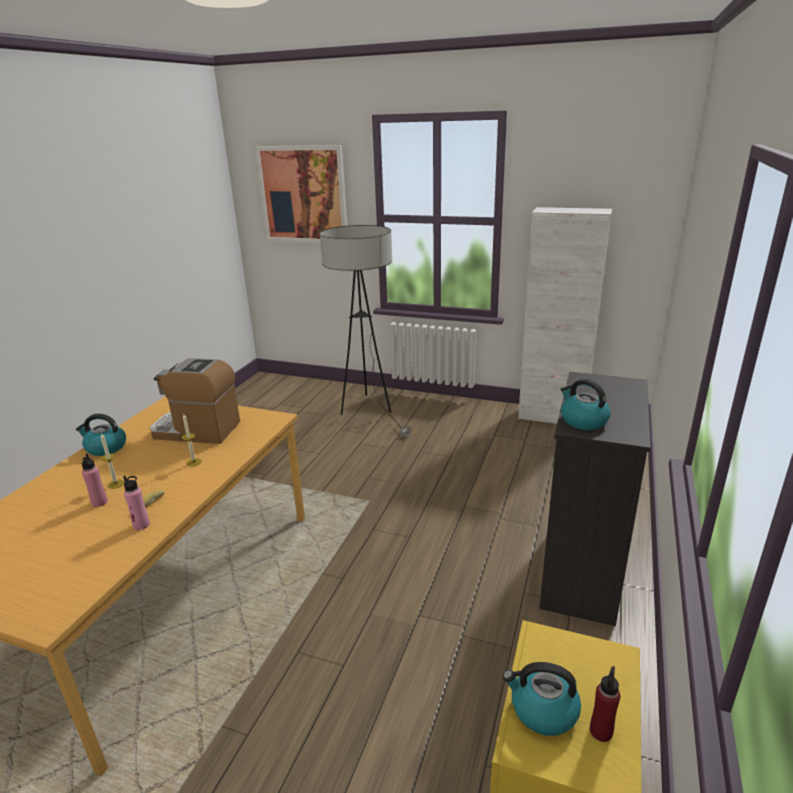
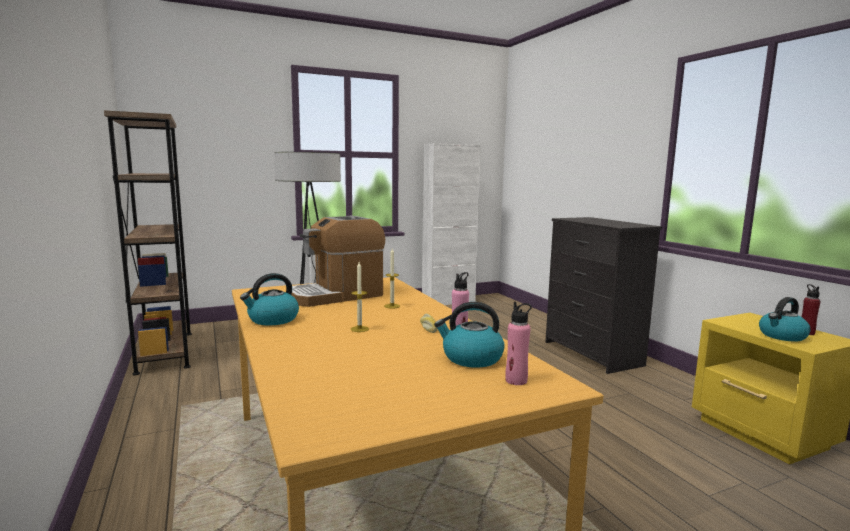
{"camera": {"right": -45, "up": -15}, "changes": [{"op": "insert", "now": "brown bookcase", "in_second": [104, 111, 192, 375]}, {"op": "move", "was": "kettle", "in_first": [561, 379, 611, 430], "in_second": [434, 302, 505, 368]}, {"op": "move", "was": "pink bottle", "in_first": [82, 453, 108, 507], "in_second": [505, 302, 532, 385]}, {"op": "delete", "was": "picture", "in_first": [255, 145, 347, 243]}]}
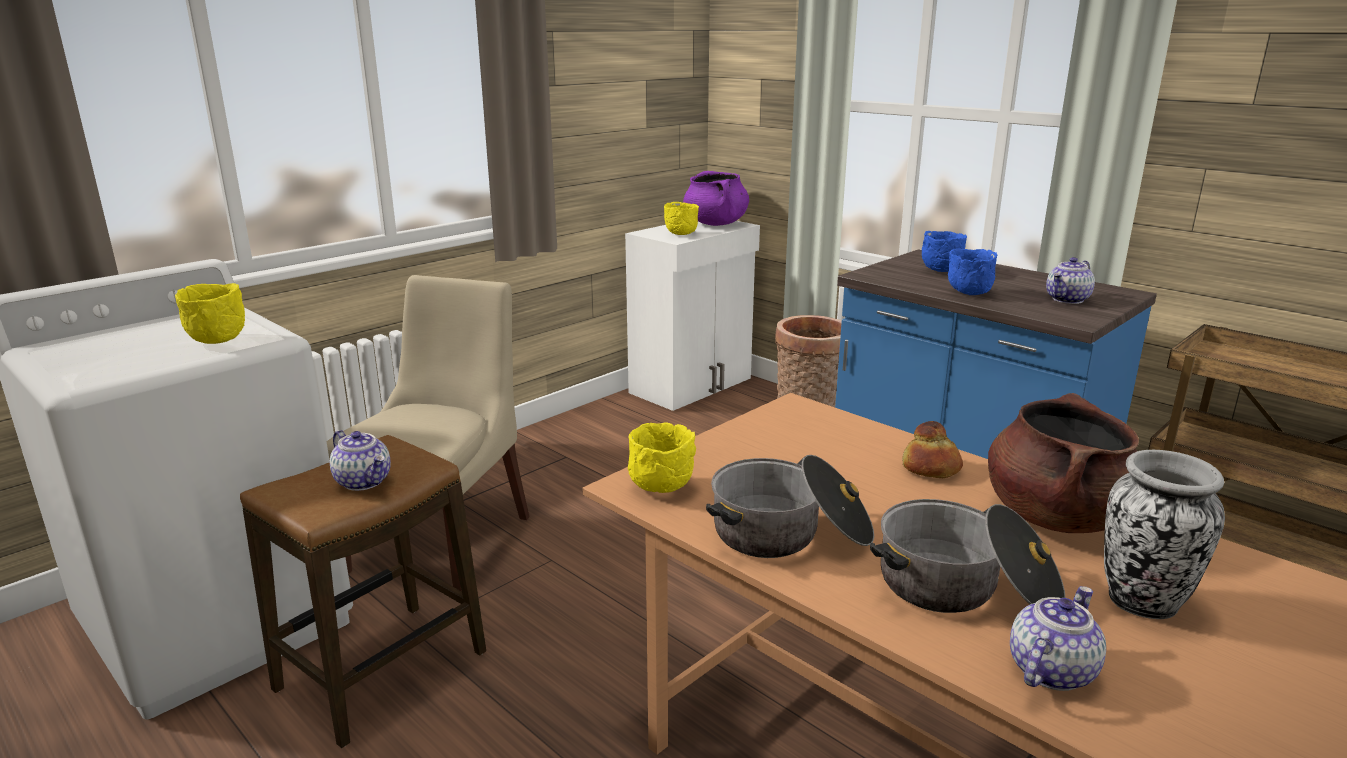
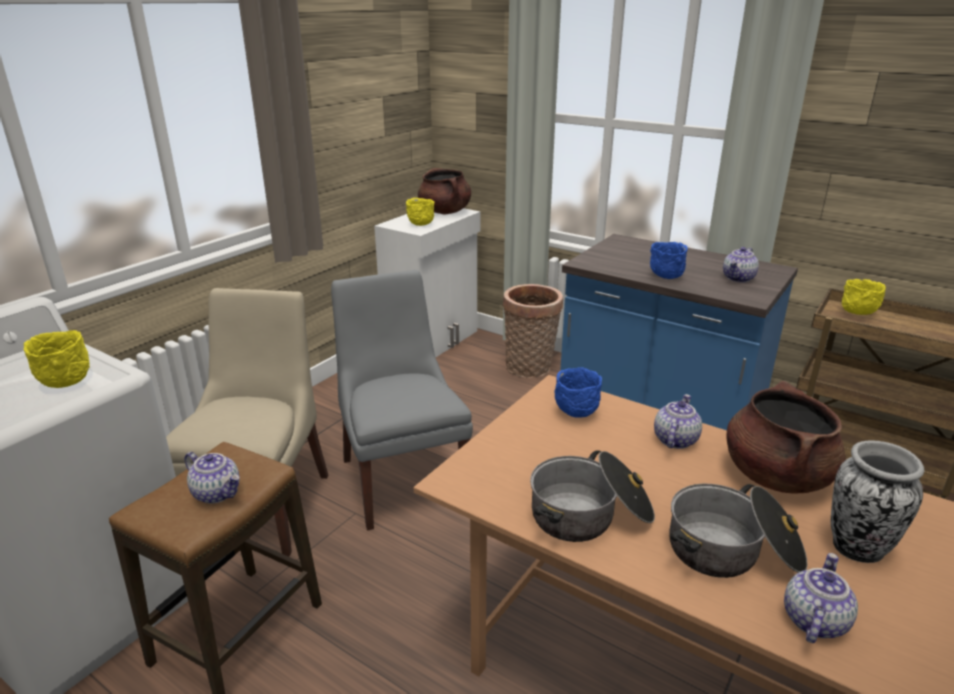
{"camera": {"right": -10, "up": 5}, "changes": [{"op": "insert", "now": "grey chair", "in_second": [331, 270, 473, 531]}, {"op": "recolor", "was": "purple cooking pot", "now": "brown cooking pot", "in_first": [683, 171, 749, 226], "in_second": [418, 168, 471, 214]}, {"op": "move", "was": "blue bowl", "in_first": [922, 231, 967, 272], "in_second": [555, 367, 602, 418]}, {"op": "replace", "was": "bread", "now": "teapot", "in_first": [902, 421, 963, 478], "in_second": [654, 394, 702, 449]}, {"op": "move", "was": "yellow bowl", "in_first": [628, 422, 696, 493], "in_second": [842, 279, 886, 315]}]}
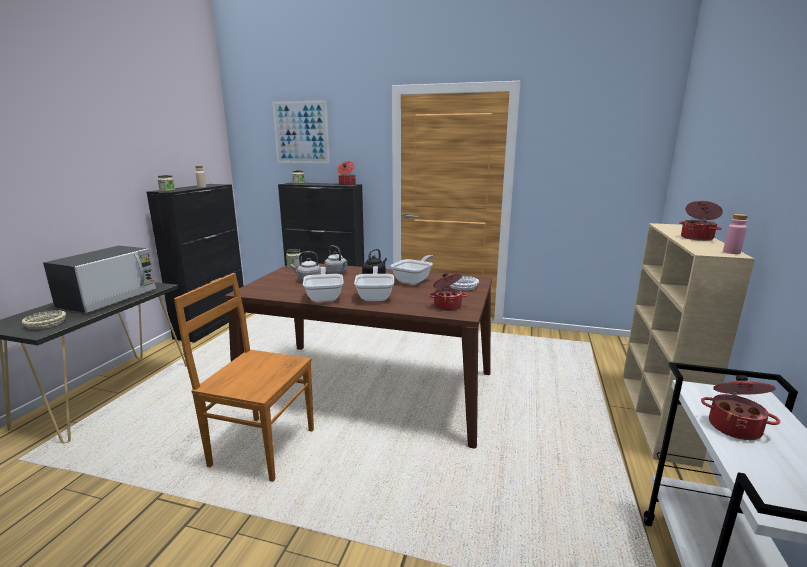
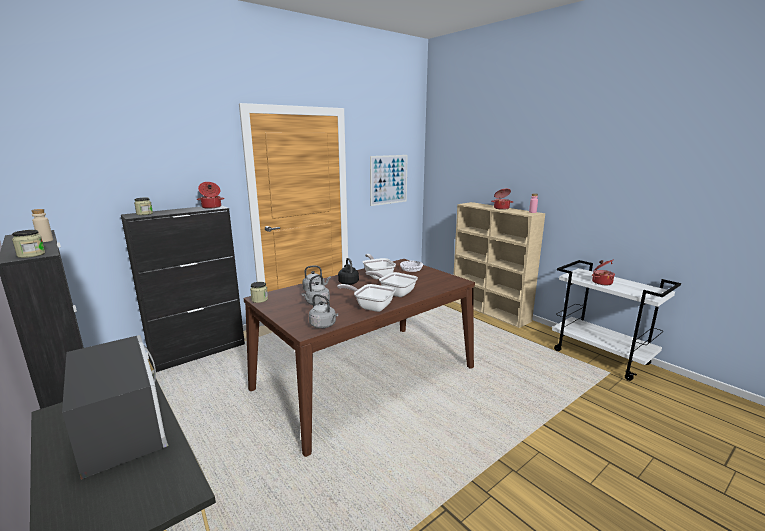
{"camera": {"right": -55, "up": 0}, "changes": [{"op": "insert", "now": "grey kettle", "in_second": [309, 294, 338, 328]}, {"op": "move", "was": "picture", "in_first": [272, 100, 330, 163], "in_second": [370, 155, 408, 206]}, {"op": "delete", "was": "beige bowl", "in_first": [21, 310, 66, 330]}, {"op": "delete", "was": "brown chair", "in_first": [174, 273, 314, 482]}, {"op": "delete", "was": "cooking pot", "in_first": [428, 273, 467, 311]}]}
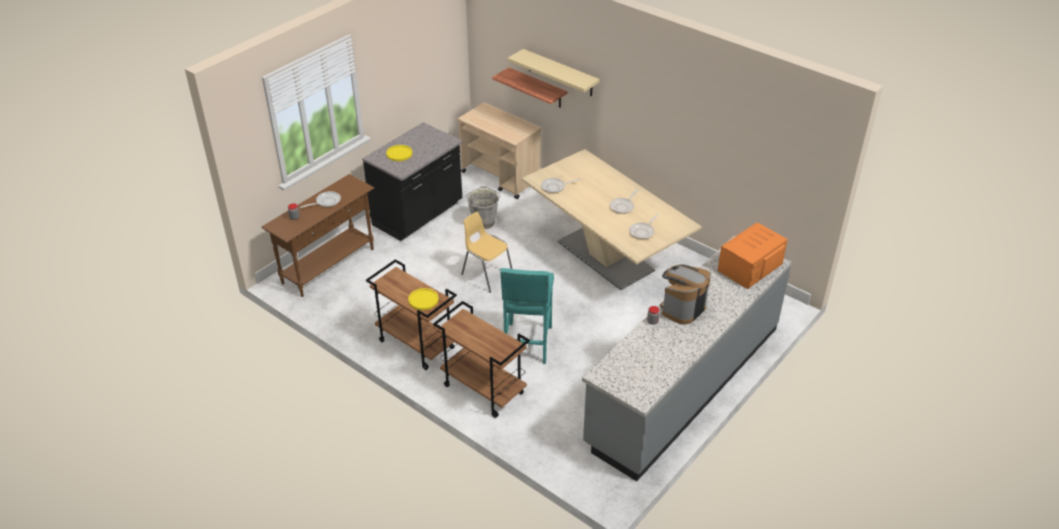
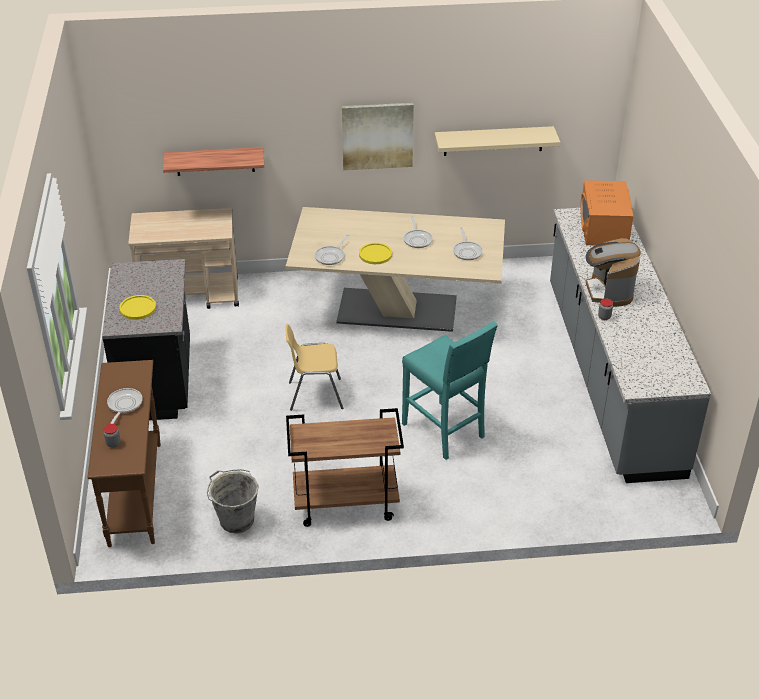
{"camera": {"right": -45, "up": 0}, "changes": [{"op": "move", "was": "grey bucket", "in_first": [466, 186, 501, 229], "in_second": [207, 469, 259, 534]}, {"op": "insert", "now": "picture", "in_second": [342, 103, 414, 170]}, {"op": "move", "was": "yellow plate", "in_first": [408, 288, 439, 310], "in_second": [359, 243, 392, 264]}, {"op": "move", "was": "beige shelf", "in_first": [507, 49, 600, 96], "in_second": [435, 126, 560, 156]}, {"op": "delete", "was": "brown cart", "in_first": [433, 301, 530, 418]}]}
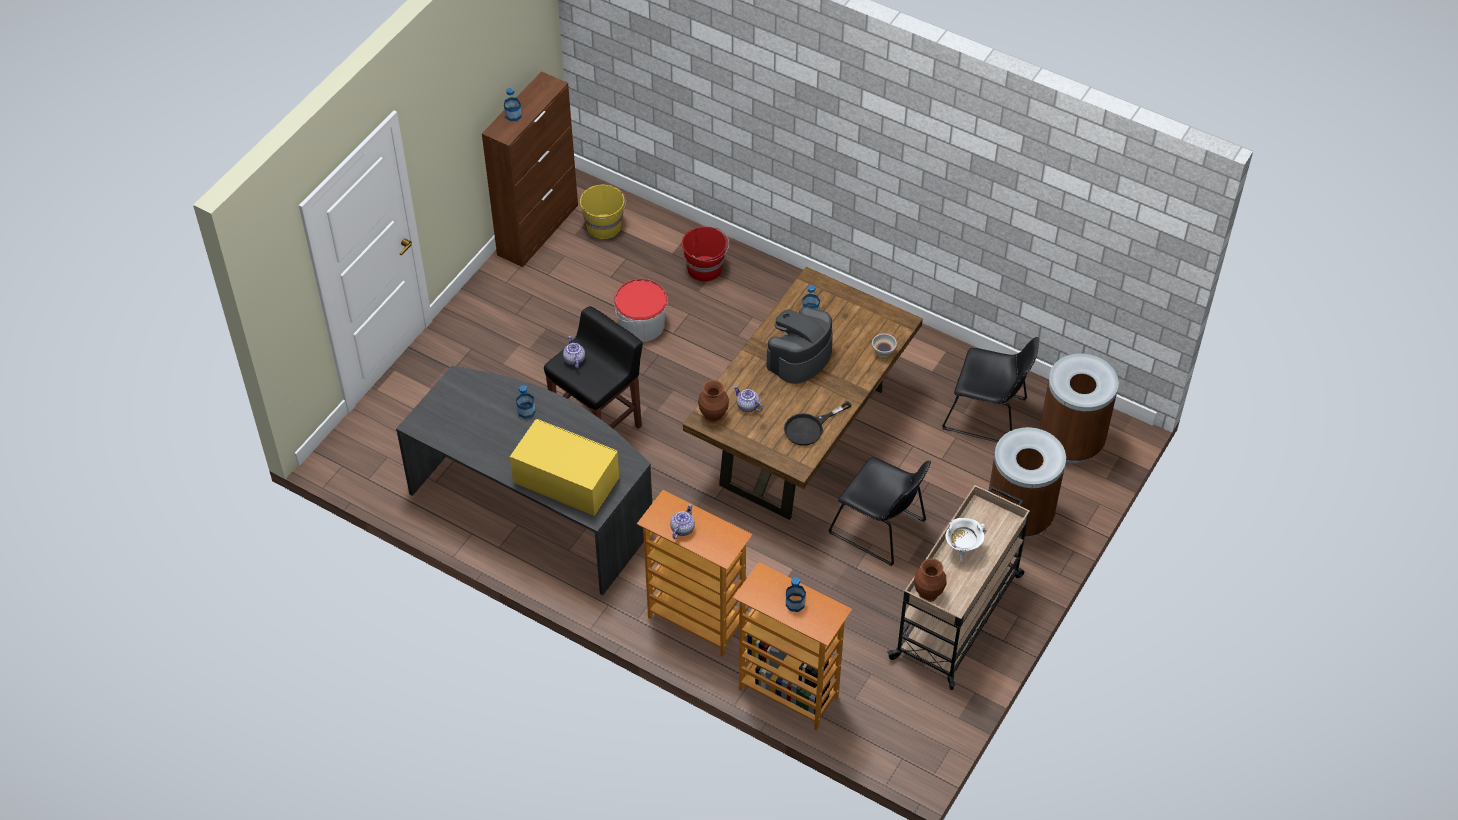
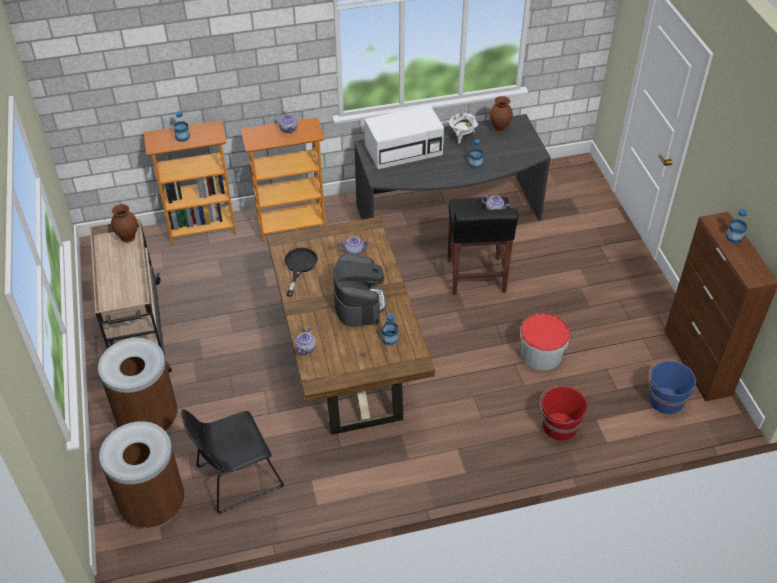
{"camera": {"right": 135, "up": -5}, "changes": [{"op": "replace", "was": "white bowl", "now": "teapot", "in_first": [872, 334, 897, 357], "in_second": [295, 327, 316, 355]}, {"op": "recolor", "was": "yellow microwave", "now": "white microwave", "in_first": [510, 419, 619, 516], "in_second": [364, 105, 444, 169]}, {"op": "move", "was": "white cooking pot", "in_first": [945, 518, 986, 562], "in_second": [449, 113, 478, 145]}, {"op": "move", "was": "brown vase", "in_first": [698, 380, 729, 423], "in_second": [490, 96, 513, 133]}, {"op": "recolor", "was": "yellow bucket", "now": "blue bucket", "in_first": [580, 185, 626, 239], "in_second": [649, 359, 696, 414]}, {"op": "delete", "was": "black chair", "in_first": [828, 457, 931, 566]}]}
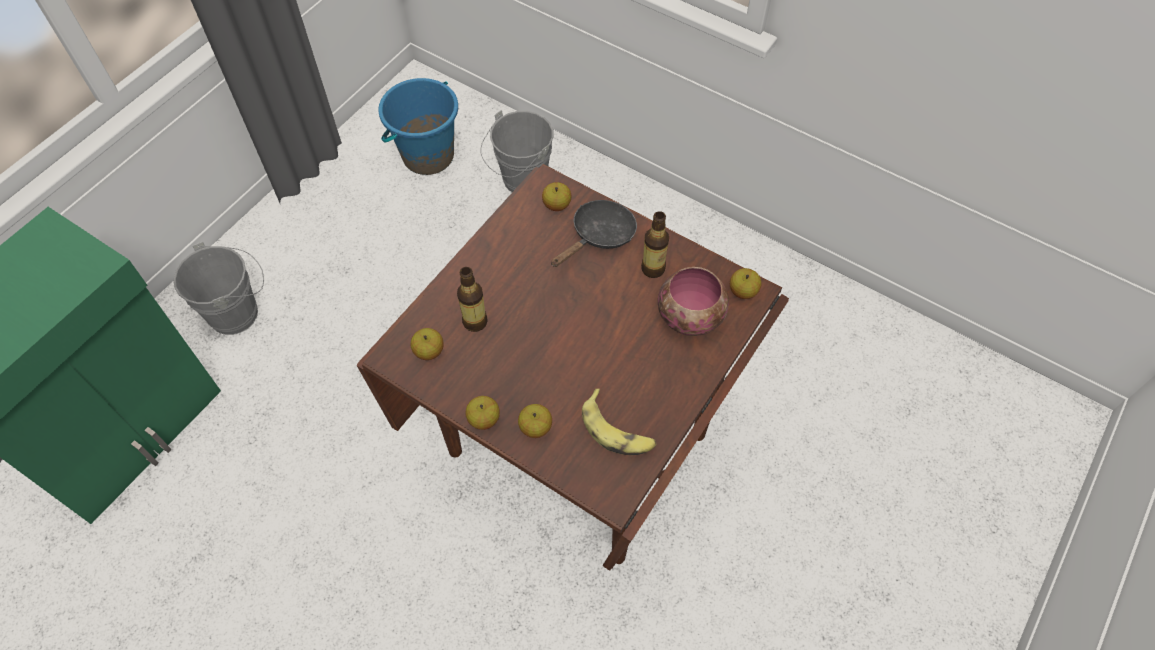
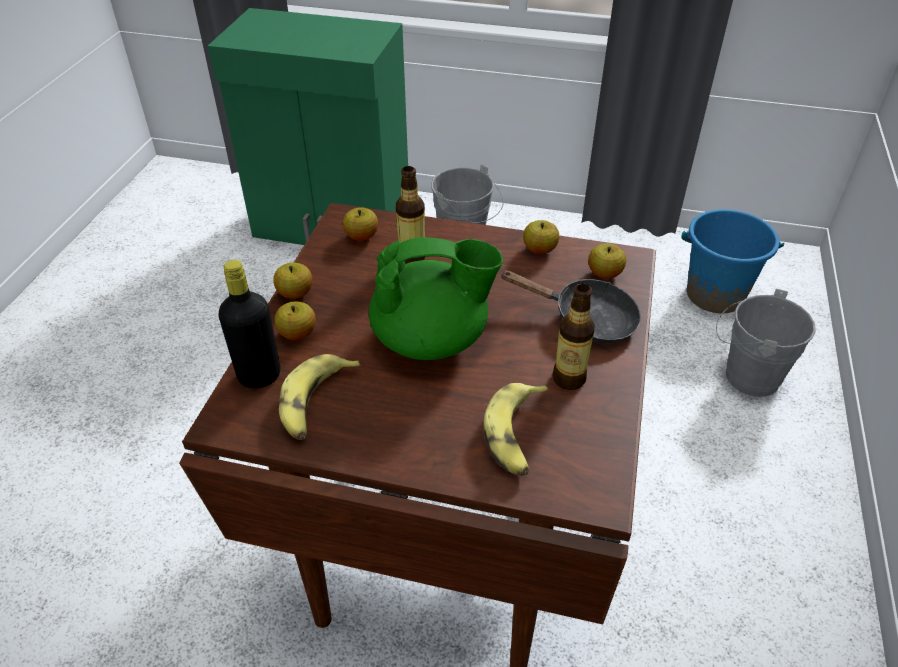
{"camera": {"right": 70, "up": -15}, "changes": [{"op": "insert", "now": "black bottle", "in_second": [218, 260, 280, 389]}, {"op": "insert", "now": "green teapot", "in_second": [369, 237, 503, 360]}, {"op": "replace", "was": "bowl", "now": "banana", "in_first": [658, 267, 729, 336], "in_second": [484, 383, 549, 476]}, {"op": "move", "was": "apple", "in_first": [730, 268, 761, 299], "in_second": [523, 220, 559, 254]}]}
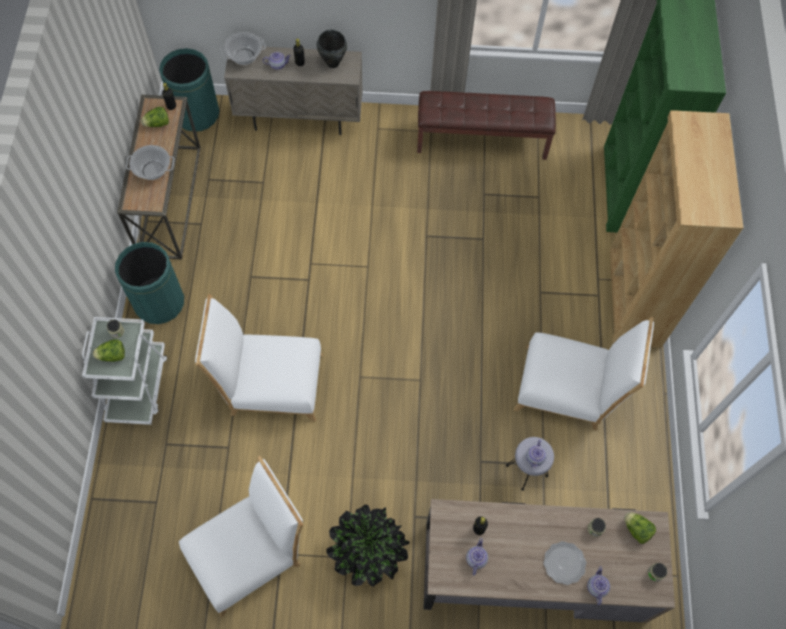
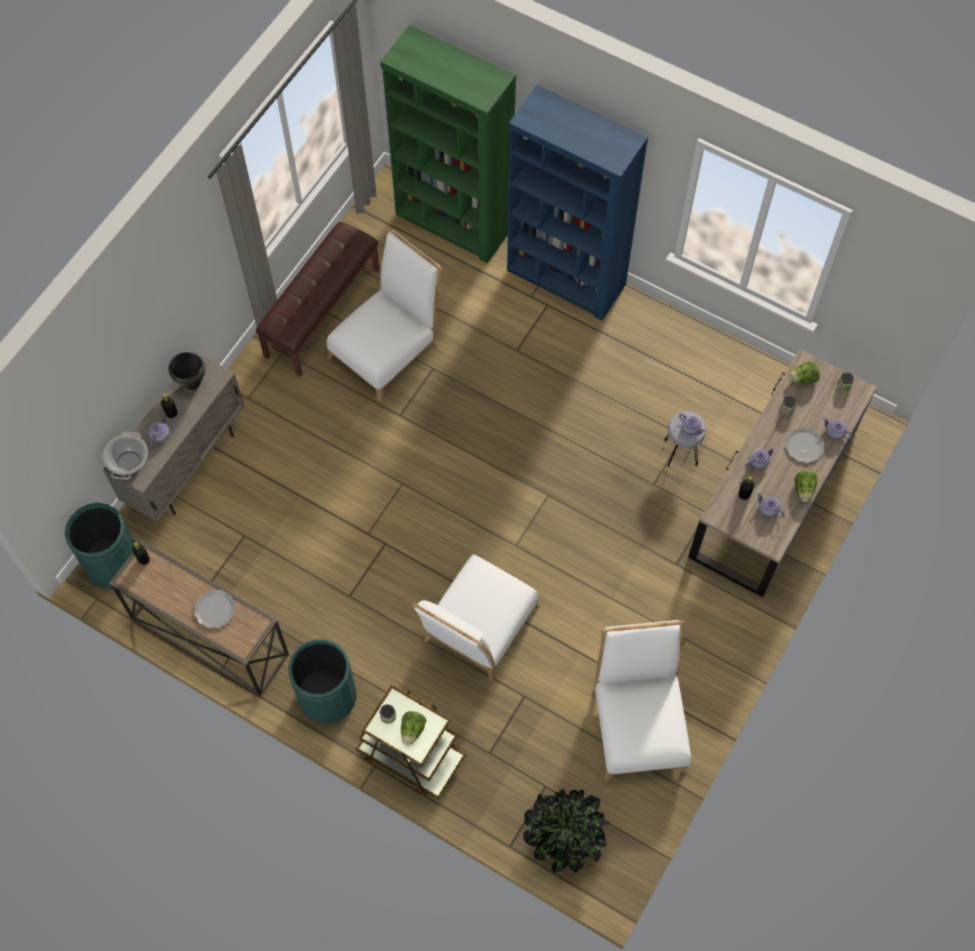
{"camera": {"right": -60, "up": 0}, "changes": [{"op": "replace", "was": "cooking pot", "now": "plate", "in_first": [126, 145, 174, 180], "in_second": [194, 590, 236, 628]}, {"op": "move", "was": "white chair", "in_first": [514, 317, 654, 430], "in_second": [327, 227, 442, 401]}, {"op": "recolor", "was": "white cart", "now": "brown cart", "in_first": [82, 317, 168, 425], "in_second": [356, 685, 466, 799]}, {"op": "recolor", "was": "brown bookcase", "now": "blue bookcase", "in_first": [610, 110, 744, 348], "in_second": [507, 85, 648, 321]}, {"op": "move", "was": "potted plant", "in_first": [327, 505, 410, 587], "in_second": [523, 789, 610, 873]}, {"op": "insert", "now": "teapot", "in_second": [745, 448, 775, 469]}, {"op": "move", "was": "lettuce", "in_first": [141, 107, 169, 127], "in_second": [795, 471, 817, 502]}]}
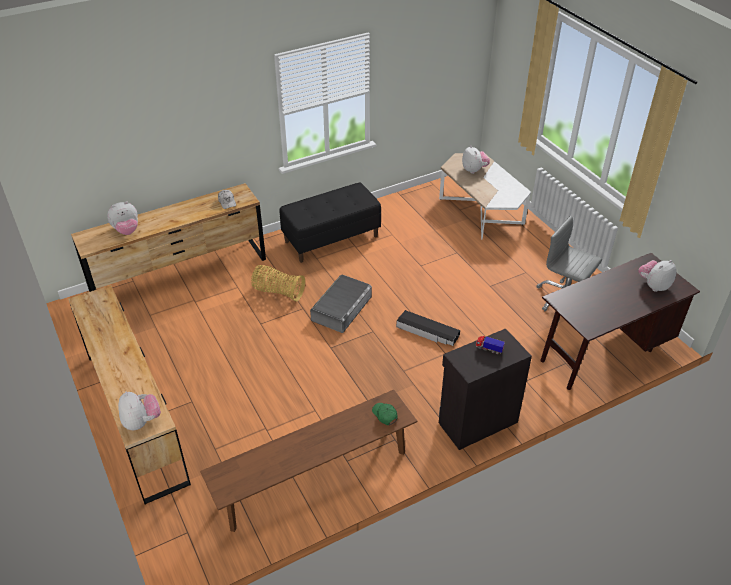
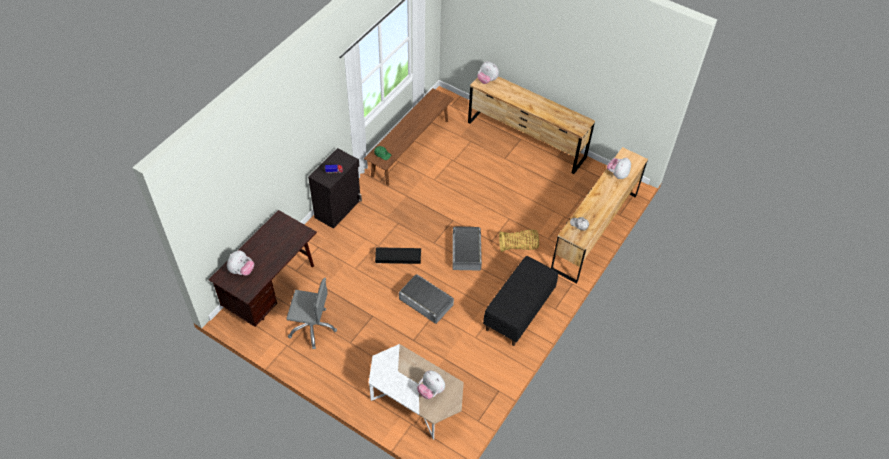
{"camera": {"right": 150, "up": 10}, "changes": [{"op": "insert", "now": "grey storage box", "in_second": [399, 274, 454, 324]}]}
